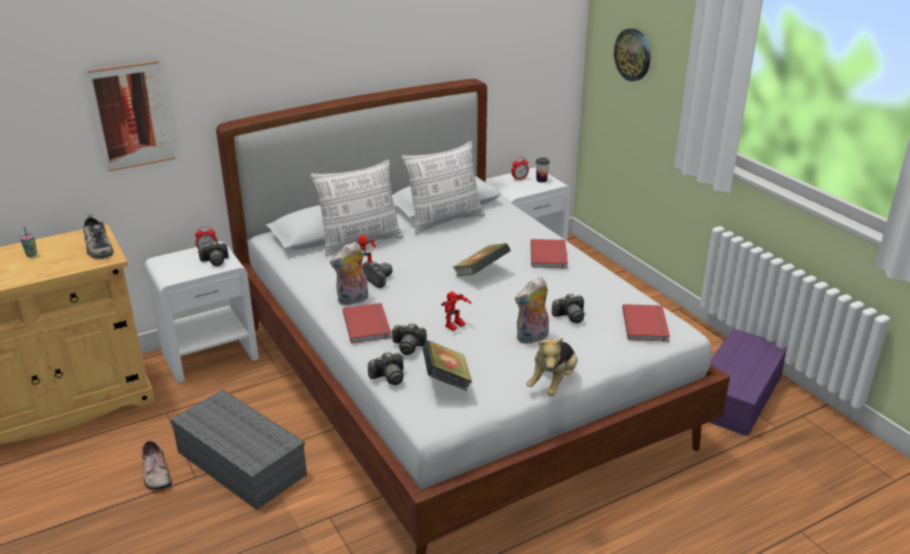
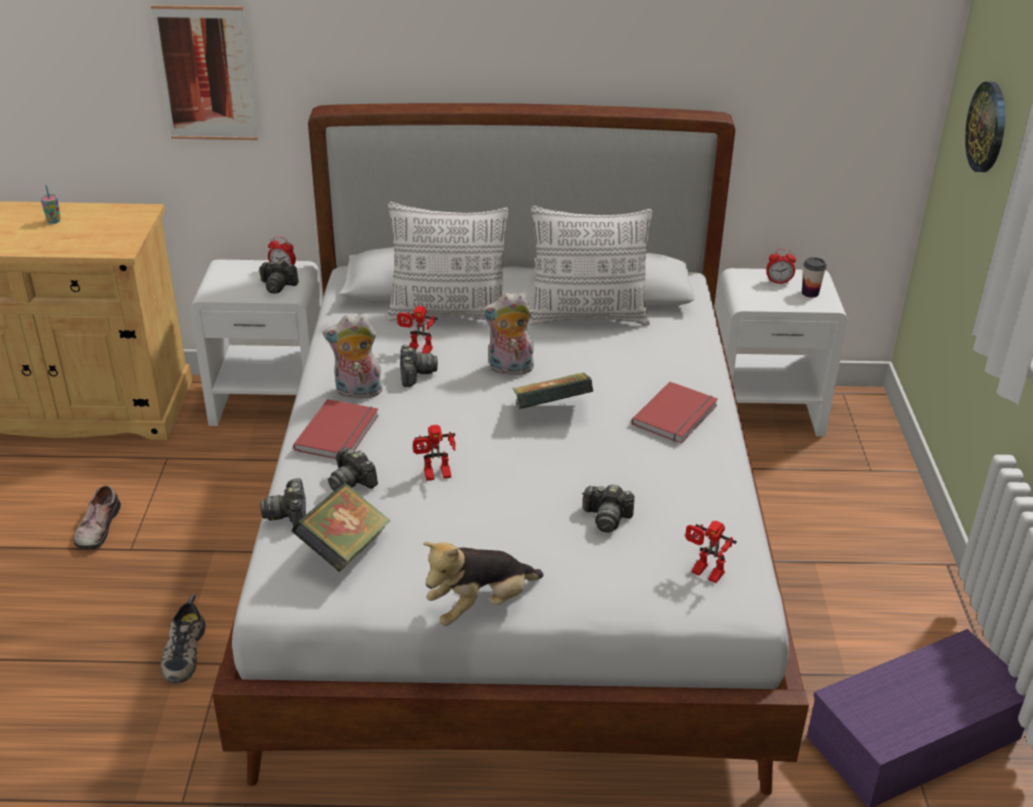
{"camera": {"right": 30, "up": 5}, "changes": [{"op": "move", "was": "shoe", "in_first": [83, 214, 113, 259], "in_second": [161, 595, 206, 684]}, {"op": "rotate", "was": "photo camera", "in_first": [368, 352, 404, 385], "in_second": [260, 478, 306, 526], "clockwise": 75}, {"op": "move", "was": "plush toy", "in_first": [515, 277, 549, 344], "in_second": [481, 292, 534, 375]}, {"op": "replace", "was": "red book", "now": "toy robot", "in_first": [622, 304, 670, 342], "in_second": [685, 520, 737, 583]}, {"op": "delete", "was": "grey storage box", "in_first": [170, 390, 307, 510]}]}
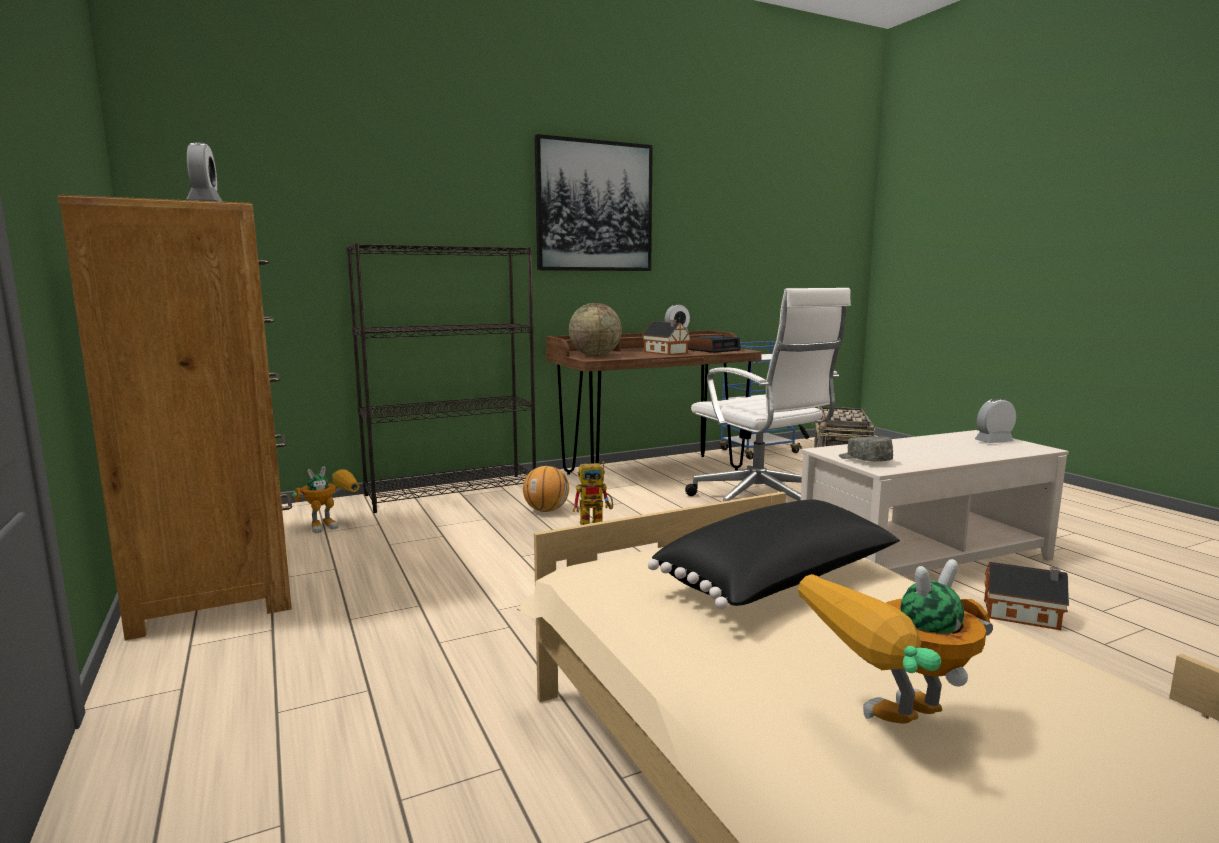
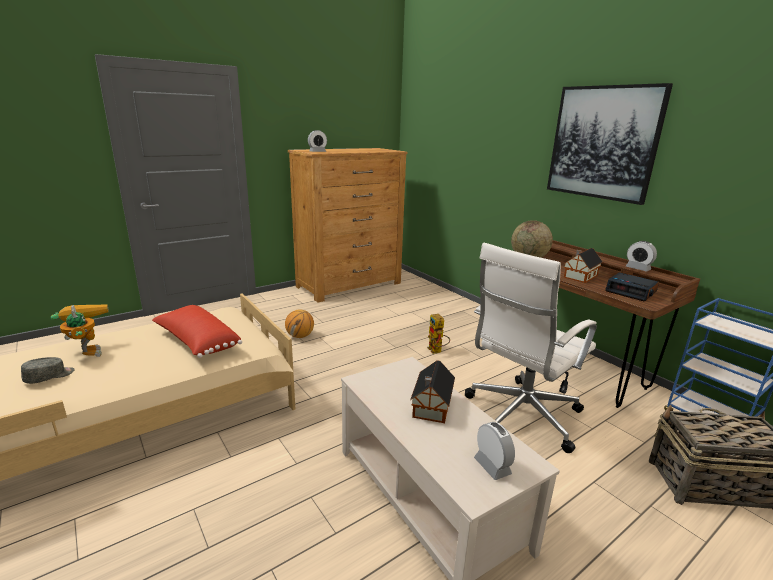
{"camera": {"right": 80, "up": 10}, "changes": [{"op": "move", "was": "grey cap", "in_first": [839, 436, 893, 461], "in_second": [21, 357, 75, 384]}, {"op": "recolor", "was": "black pillow", "now": "red pillow", "in_first": [648, 499, 900, 610], "in_second": [152, 305, 242, 358]}, {"op": "move", "was": "basketball", "in_first": [523, 466, 569, 512], "in_second": [285, 309, 314, 338]}, {"op": "move", "was": "toy house", "in_first": [984, 562, 1069, 630], "in_second": [410, 360, 455, 423]}, {"op": "delete", "was": "toy robot", "in_first": [292, 466, 360, 533]}, {"op": "delete", "was": "black bookcase", "in_first": [346, 243, 536, 513]}]}
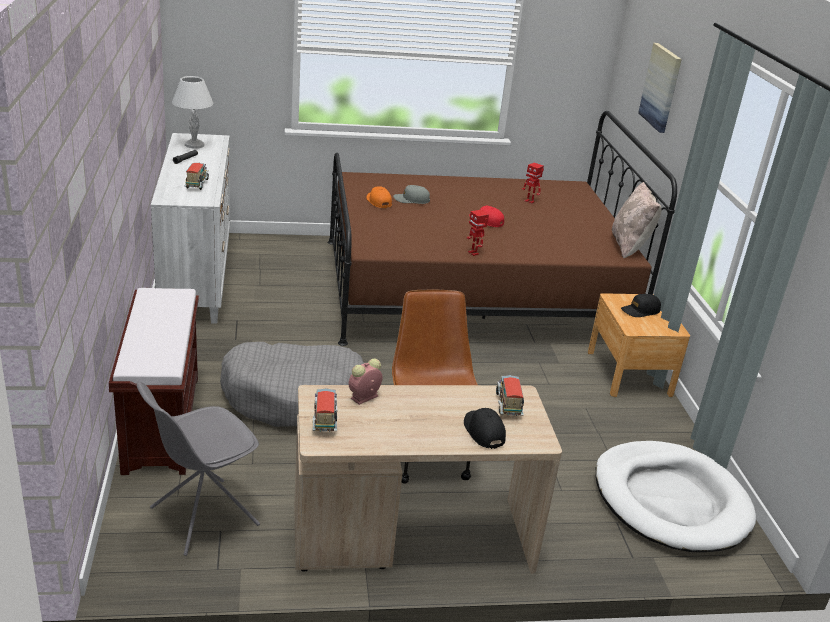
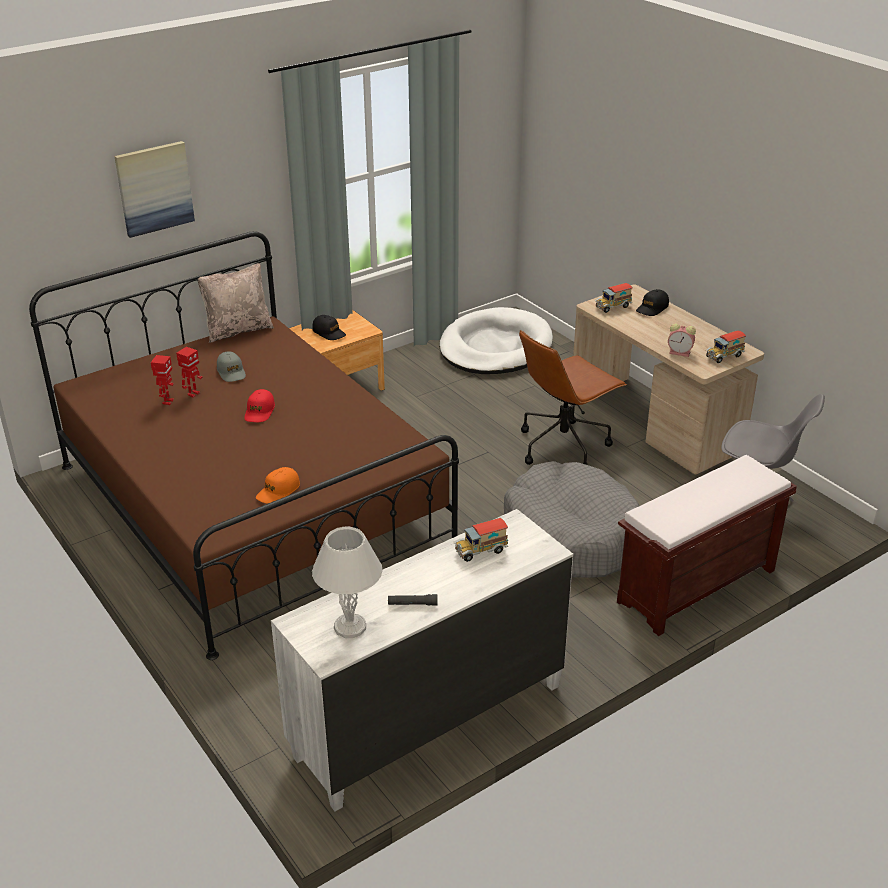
{"camera": {"right": -115, "up": 5}, "changes": [{"op": "move", "was": "toy robot", "in_first": [467, 210, 489, 256], "in_second": [176, 347, 203, 398]}, {"op": "move", "was": "grey cap", "in_first": [393, 185, 430, 204], "in_second": [217, 351, 246, 382]}]}
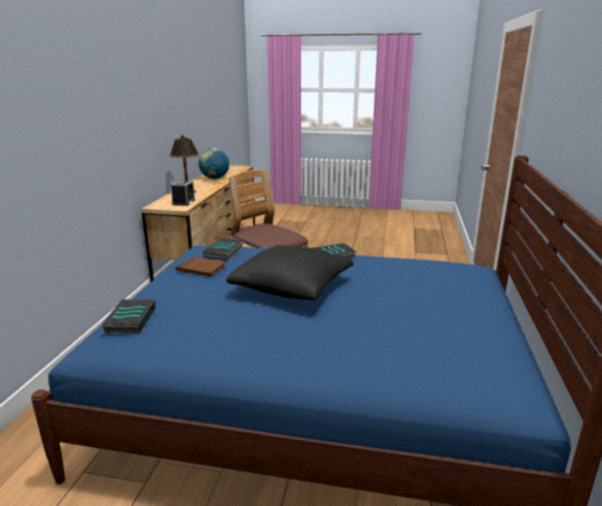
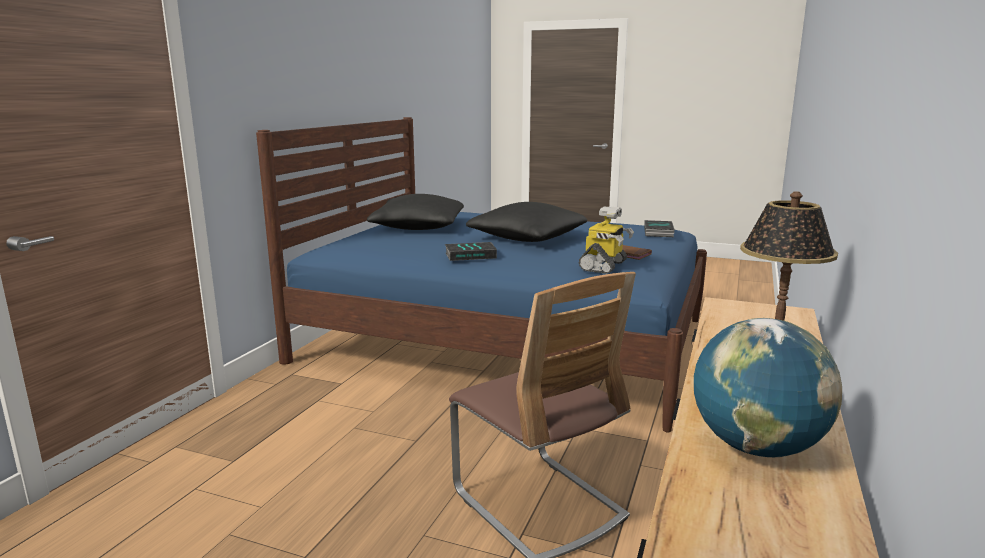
{"camera": {"right": -170, "up": -5}, "changes": [{"op": "insert", "now": "black pillow", "in_second": [367, 194, 464, 230]}, {"op": "replace", "was": "book", "now": "toy robot", "in_first": [203, 238, 243, 261], "in_second": [578, 206, 634, 274]}, {"op": "delete", "was": "alarm clock", "in_first": [171, 180, 195, 206]}]}
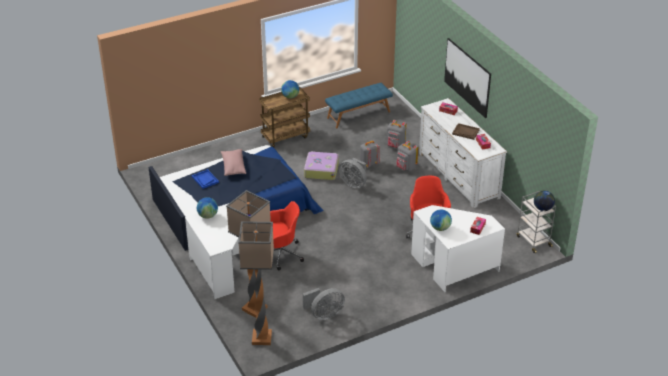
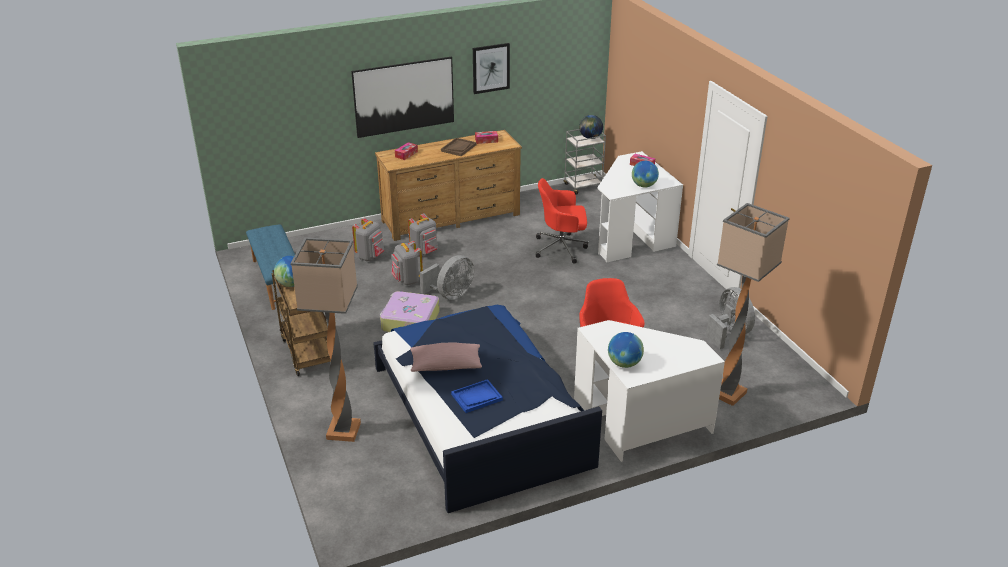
{"camera": {"right": -85, "up": -5}, "changes": [{"op": "move", "was": "floor lamp", "in_first": [238, 221, 274, 345], "in_second": [290, 237, 361, 442]}, {"op": "recolor", "was": "white dresser", "now": "brown dresser", "in_first": [419, 98, 507, 208], "in_second": [375, 130, 522, 241]}, {"op": "insert", "now": "picture", "in_second": [473, 43, 510, 94]}]}
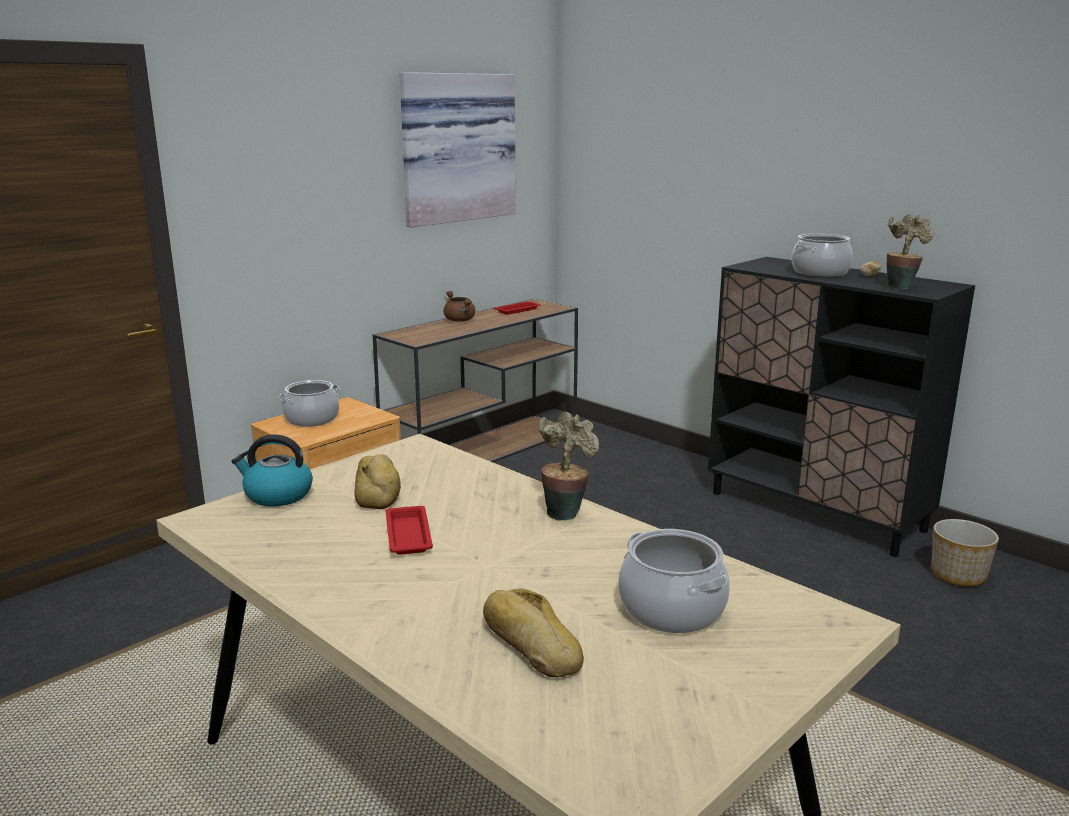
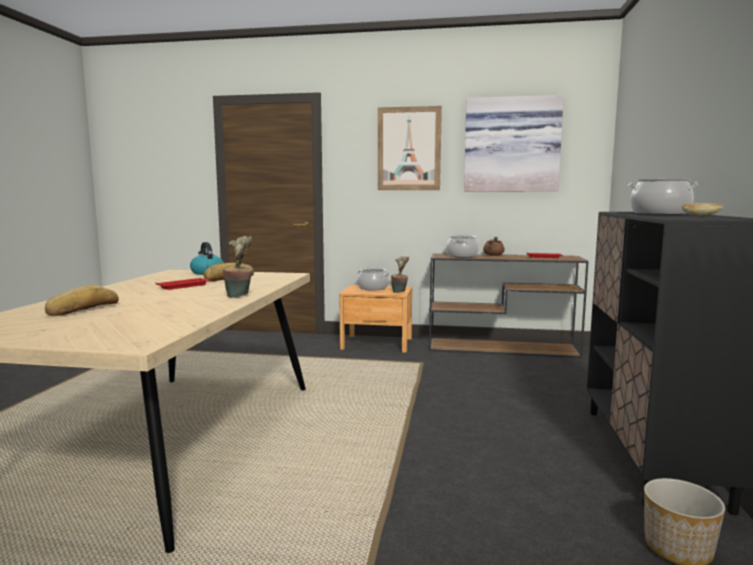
{"camera": {"right": 55, "up": -10}, "changes": [{"op": "insert", "now": "picture", "in_second": [378, 106, 442, 190]}, {"op": "move", "was": "potted plant", "in_first": [887, 214, 934, 290], "in_second": [391, 256, 409, 293]}, {"op": "move", "was": "cooking pot", "in_first": [618, 529, 730, 633], "in_second": [446, 235, 479, 257]}]}
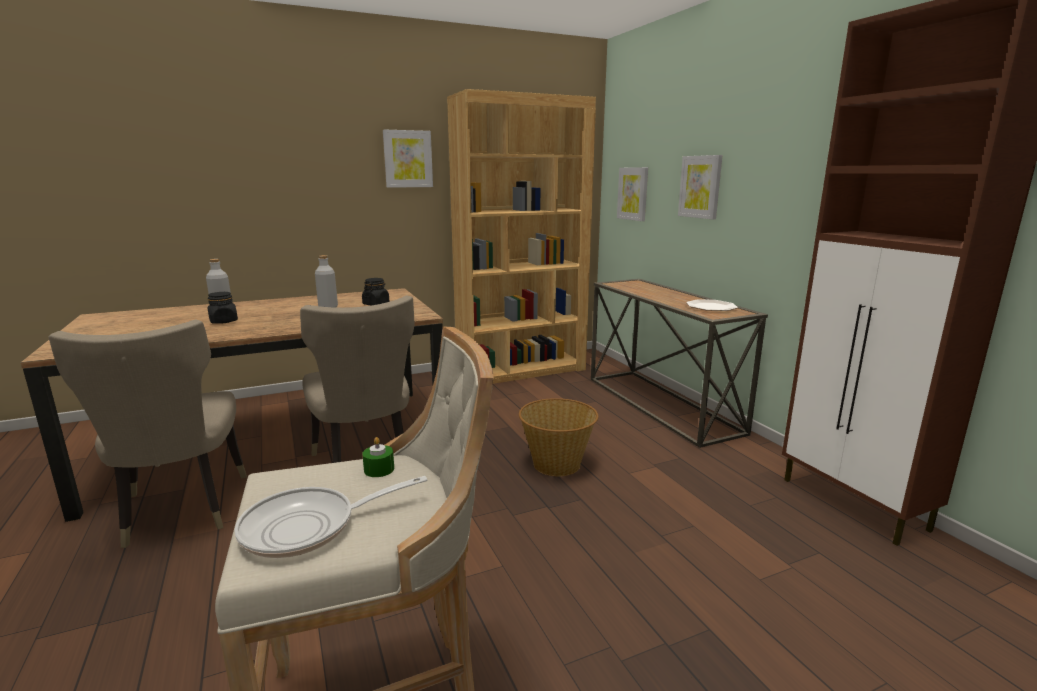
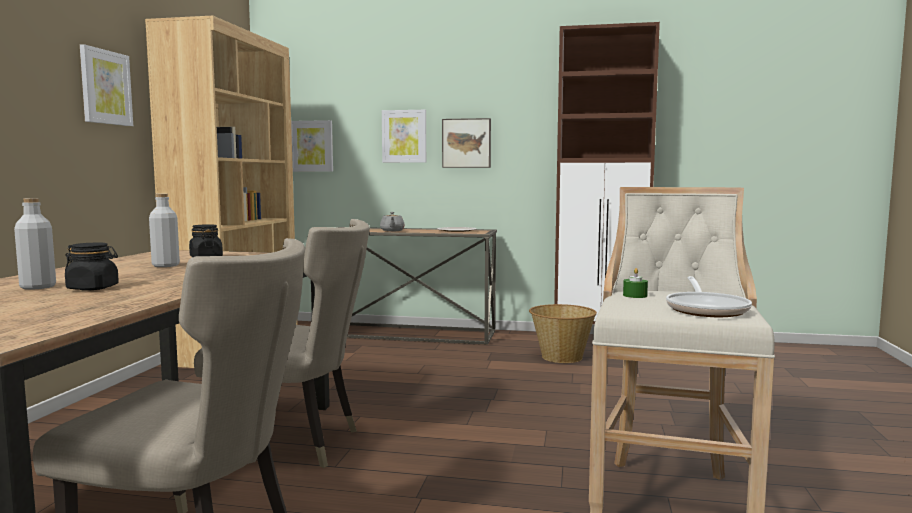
{"camera": {"right": -55, "up": -10}, "changes": [{"op": "insert", "now": "grey teapot", "in_second": [380, 212, 405, 232]}, {"op": "insert", "now": "picture", "in_second": [442, 118, 491, 168]}, {"op": "move", "was": "basket", "in_first": [519, 398, 598, 476], "in_second": [529, 304, 597, 363]}]}
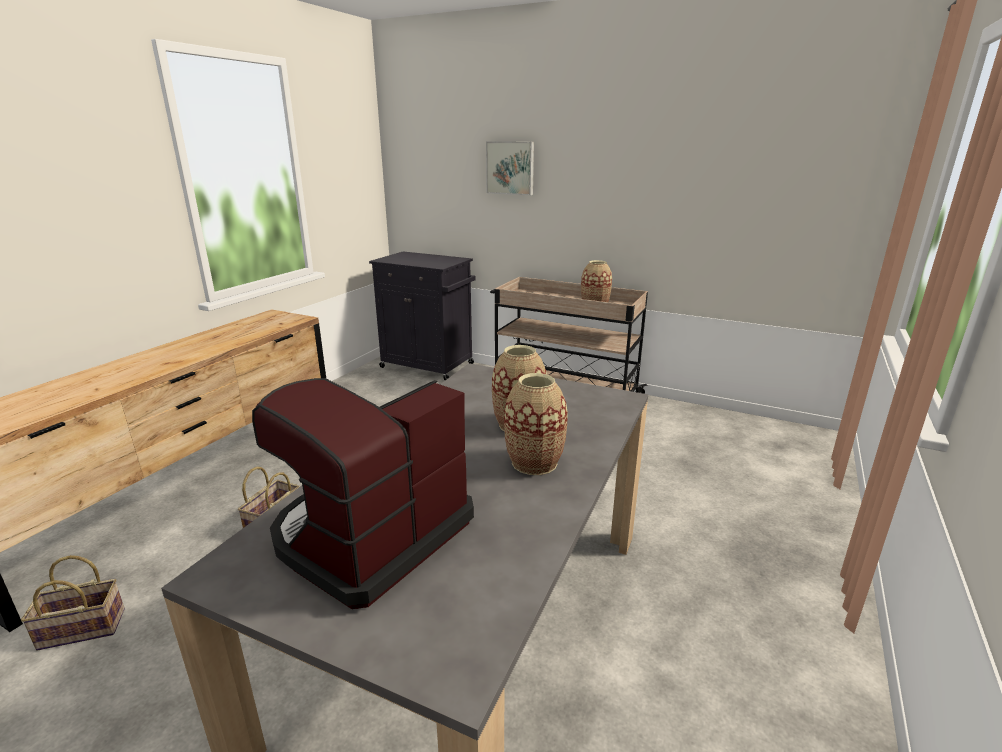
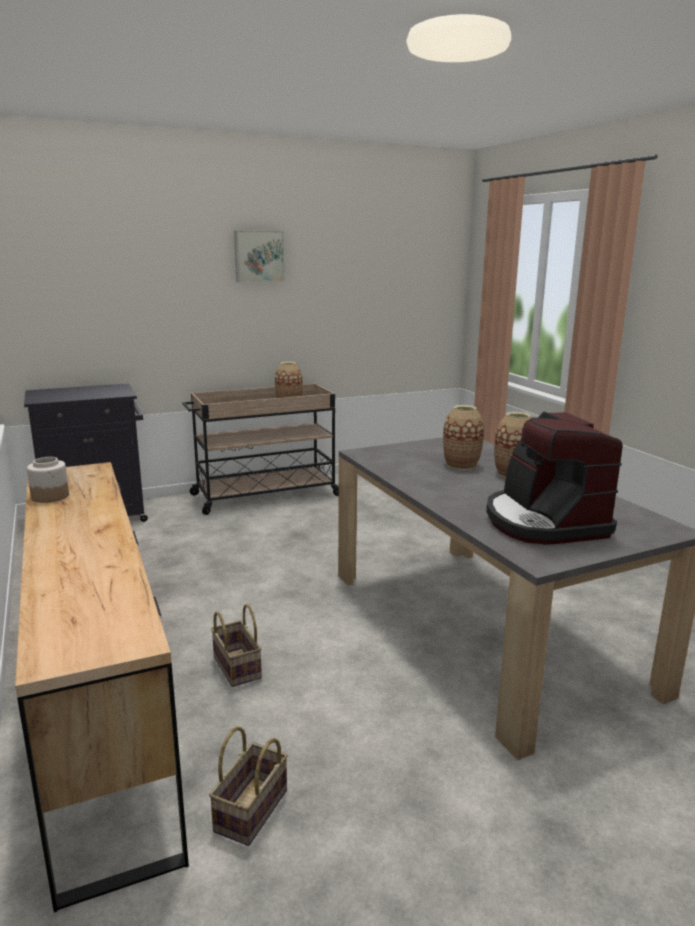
{"camera": {"right": -50, "up": -5}, "changes": [{"op": "insert", "now": "jar", "in_second": [27, 457, 69, 503]}, {"op": "move", "was": "picture", "in_first": [486, 141, 534, 195], "in_second": [234, 230, 285, 282]}]}
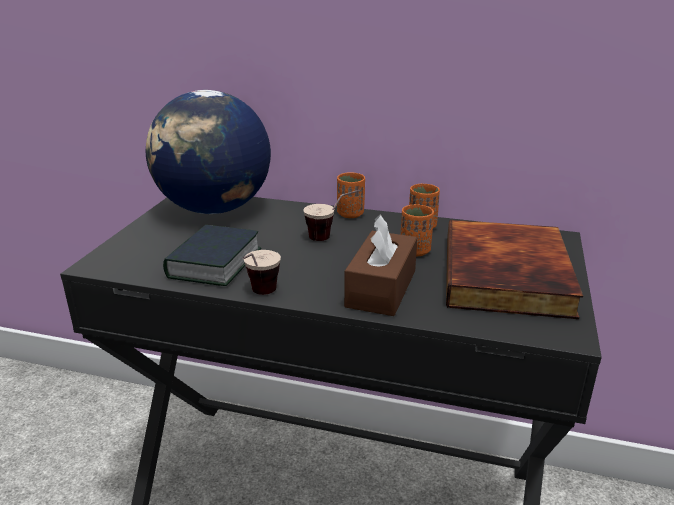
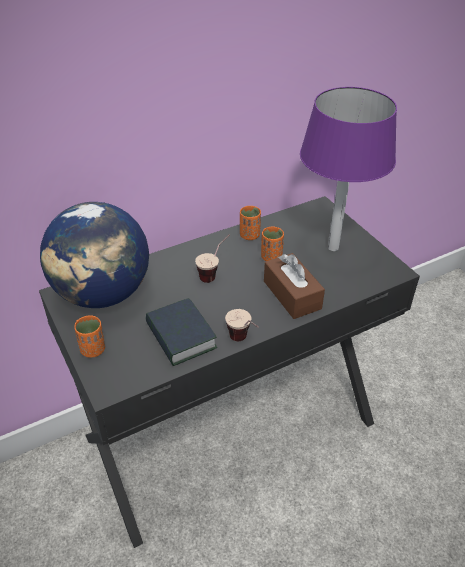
{"camera": {"right": -45, "up": 15}, "changes": [{"op": "move", "was": "orange cup", "in_first": [337, 172, 365, 218], "in_second": [74, 315, 105, 358]}, {"op": "replace", "was": "book", "now": "purple table lamp", "in_first": [446, 220, 583, 319], "in_second": [300, 87, 397, 251]}]}
